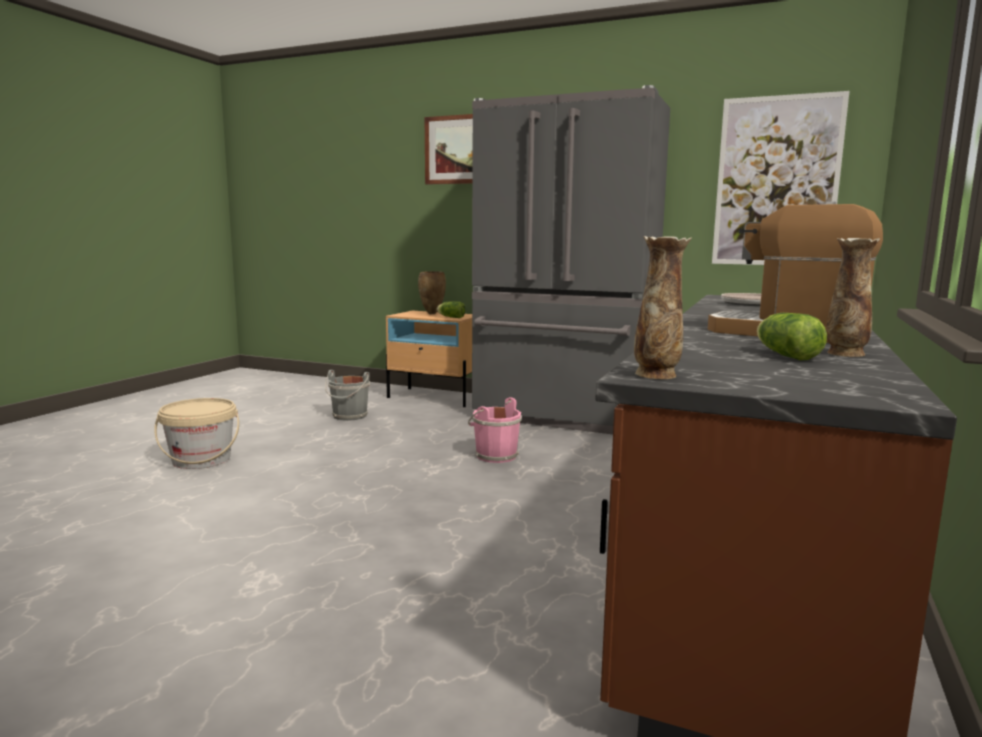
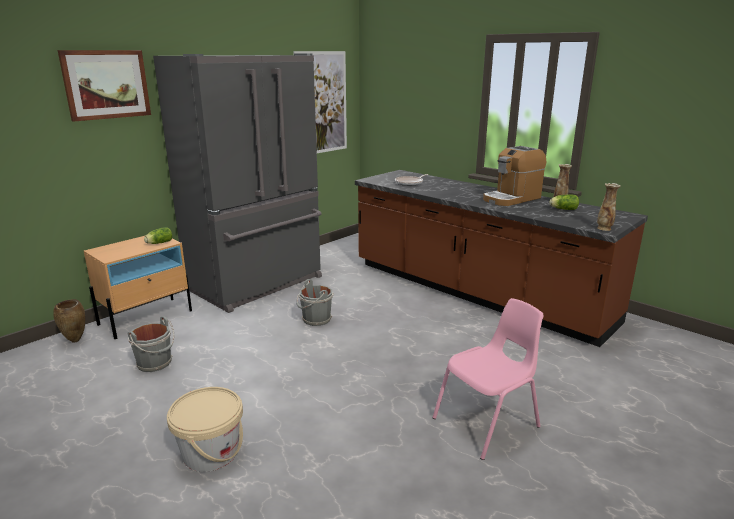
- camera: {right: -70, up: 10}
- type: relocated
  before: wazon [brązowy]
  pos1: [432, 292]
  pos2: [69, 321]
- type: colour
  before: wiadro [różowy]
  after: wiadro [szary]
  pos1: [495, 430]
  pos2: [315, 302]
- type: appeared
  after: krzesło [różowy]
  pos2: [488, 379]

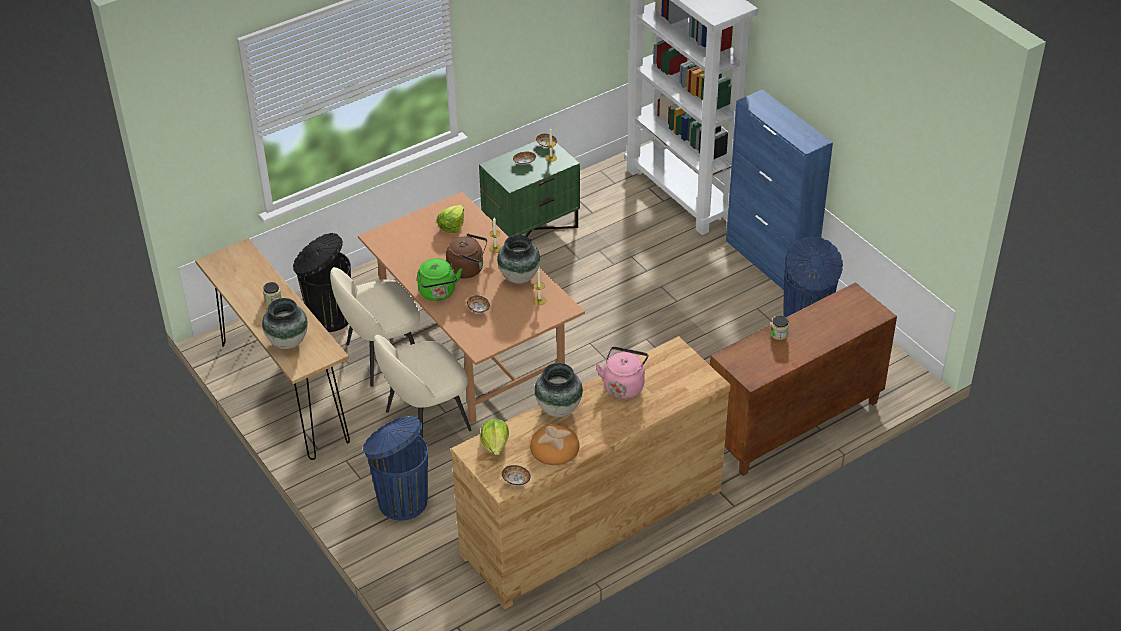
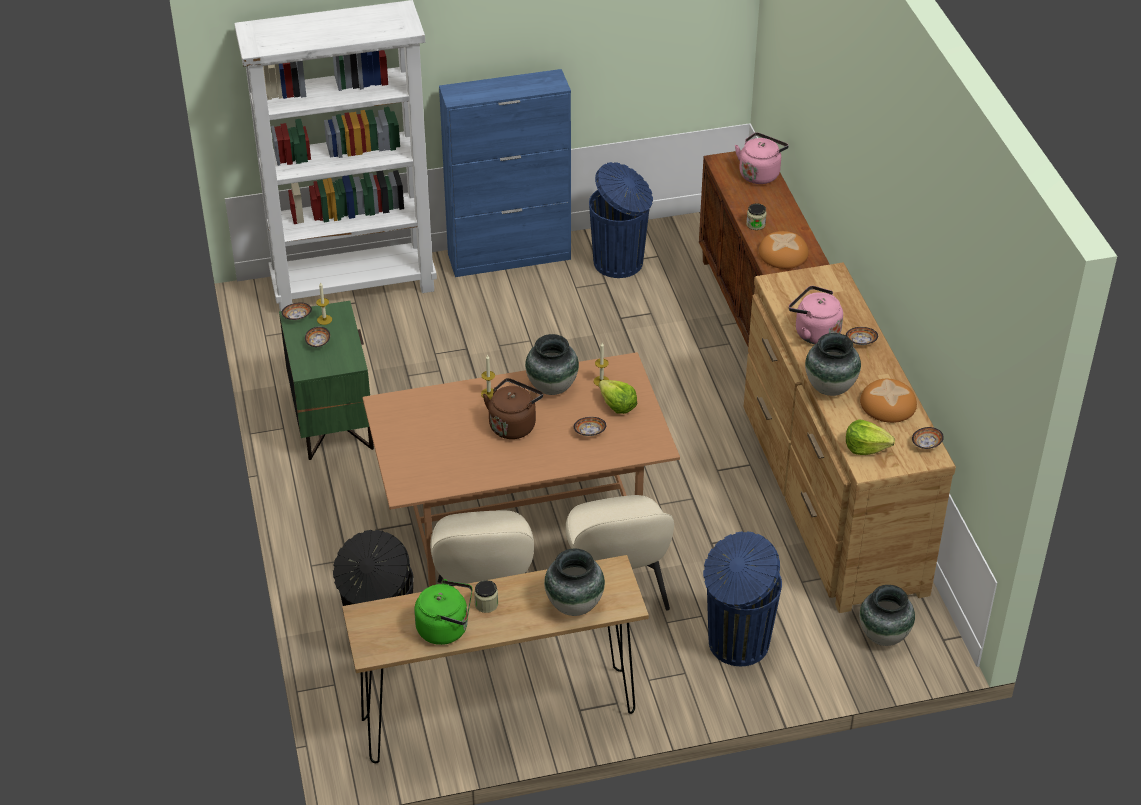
- camera: {right: -70, up: 0}
- type: relocated
  before: sałata
  pos1: [450, 219]
  pos2: [618, 397]
- type: relocated
  before: czajnik [zielony]
  pos1: [439, 279]
  pos2: [443, 612]
- type: appeared
  after: czajnik [różowy]
  pos2: [762, 158]
- type: appeared
  after: chleb
  pos2: [784, 250]
- type: appeared
  after: miska
  pos2: [862, 336]
- type: appeared
  after: wazon
  pos2: [887, 615]

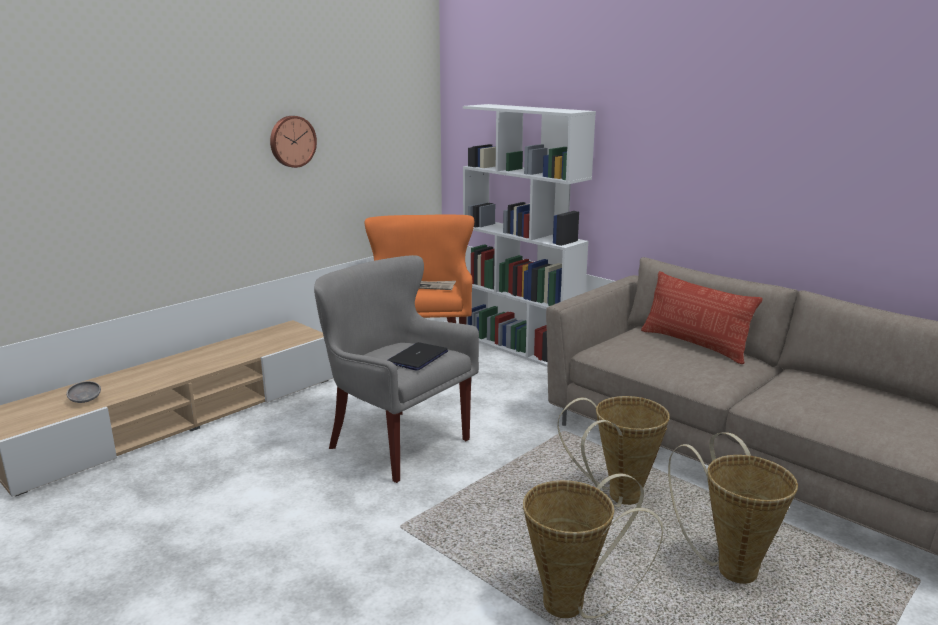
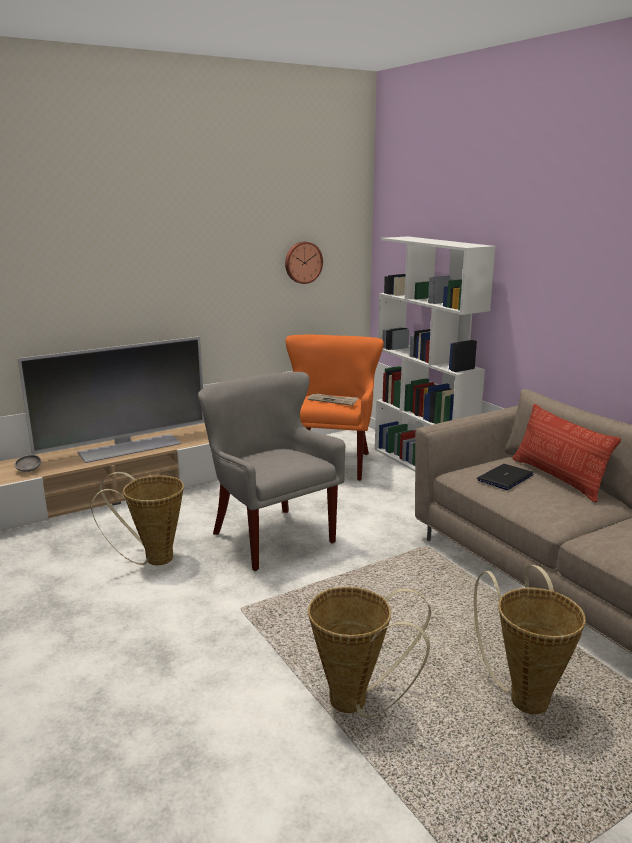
- camera: {right: 15, up: 0}
- type: relocated
  before: zegar ścienny
  pos1: [293, 142]
  pos2: [304, 263]
- type: relocated
  before: laptop
  pos1: [418, 356]
  pos2: [505, 477]
- type: relocated
  before: koszyk
  pos1: [614, 451]
  pos2: [137, 518]
- type: appeared
  after: telewizor
  pos2: [111, 399]

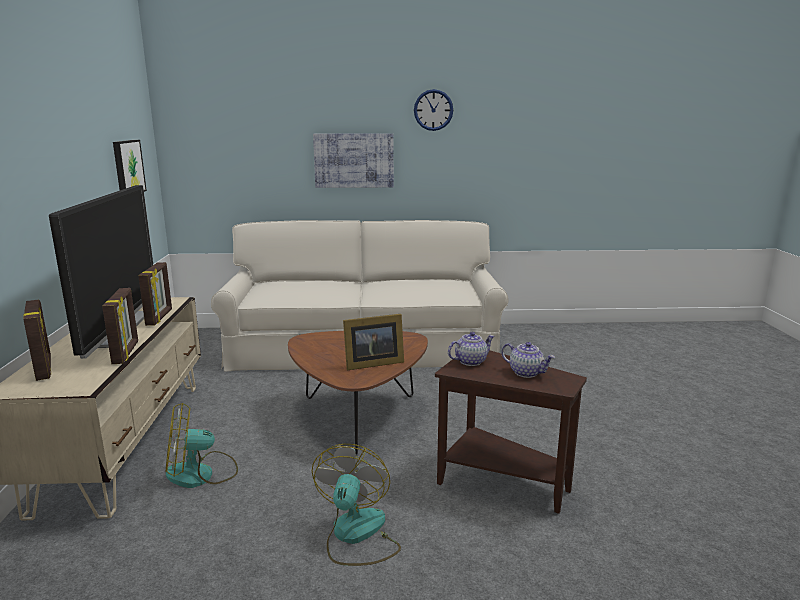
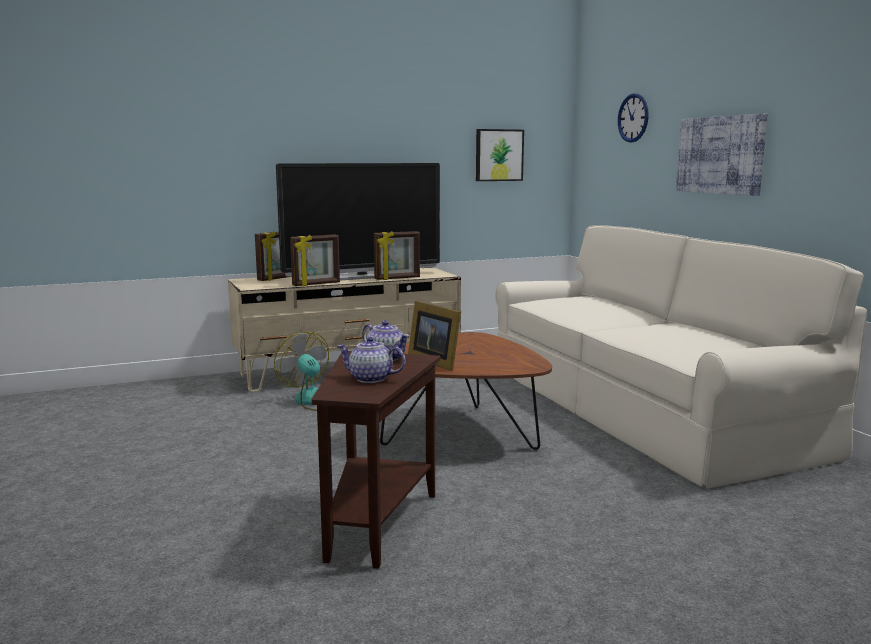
- camera: {right: 70, up: -5}
- type: relocated
  before: zegar ścienny
  pos1: [433, 110]
  pos2: [633, 118]
- type: spun
  before: imbryk
  pos1: [528, 360]
  pos2: [371, 360]
  turn: 90
- type: missing
  before: wentylator
  pos1: [356, 505]

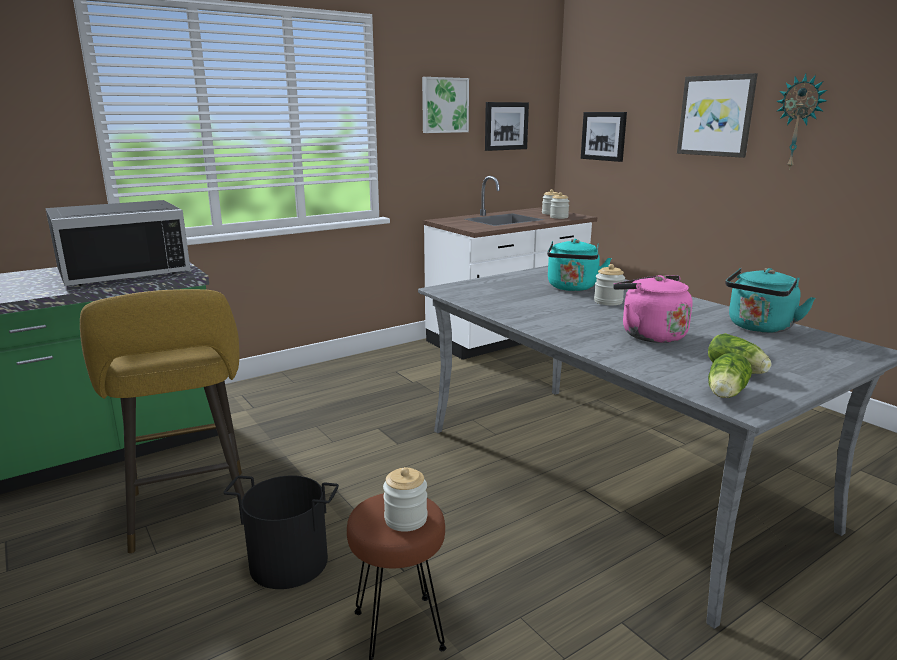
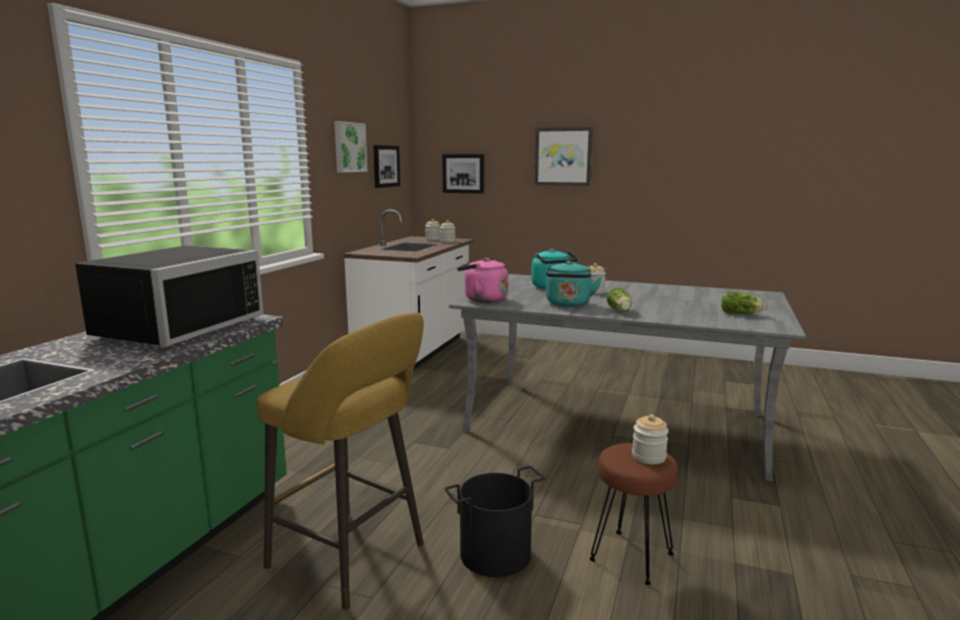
- camera: {right: -35, up: -5}
- type: missing
  before: zegar ścienny
  pos1: [801, 122]
- type: relocated
  before: czajnik [turkusowy]
  pos1: [770, 300]
  pos2: [574, 284]
- type: relocated
  before: czajnik [różowy]
  pos1: [653, 309]
  pos2: [482, 280]
- type: relocated
  before: sałata
  pos1: [730, 375]
  pos2: [619, 300]

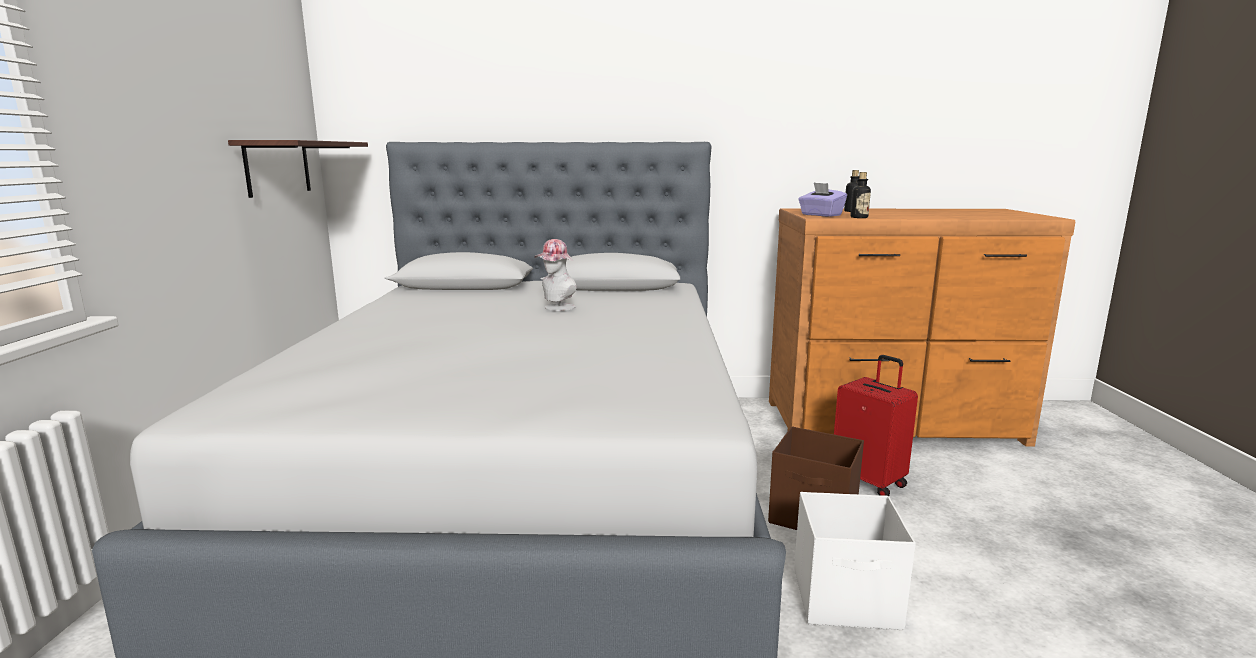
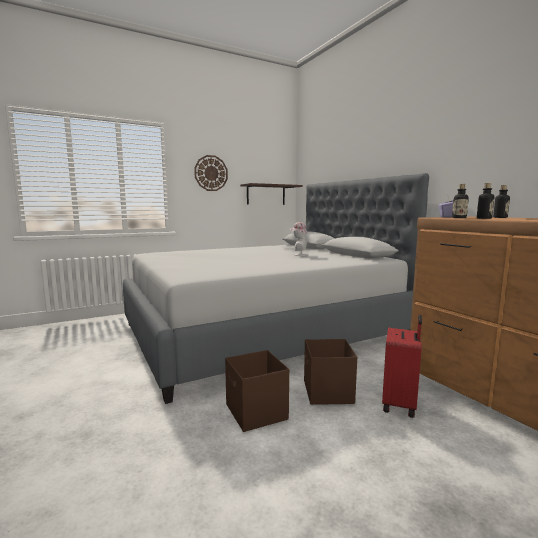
- camera: {right: 60, up: -5}
- type: colour
  before: pojemnik do przechowywania [biały]
  after: pojemnik do przechowywania [brązowy]
  pos1: [855, 561]
  pos2: [257, 391]
- type: appeared
  after: zegar ścienny
  pos2: [211, 173]
- type: appeared
  after: butelka
  pos2: [486, 201]

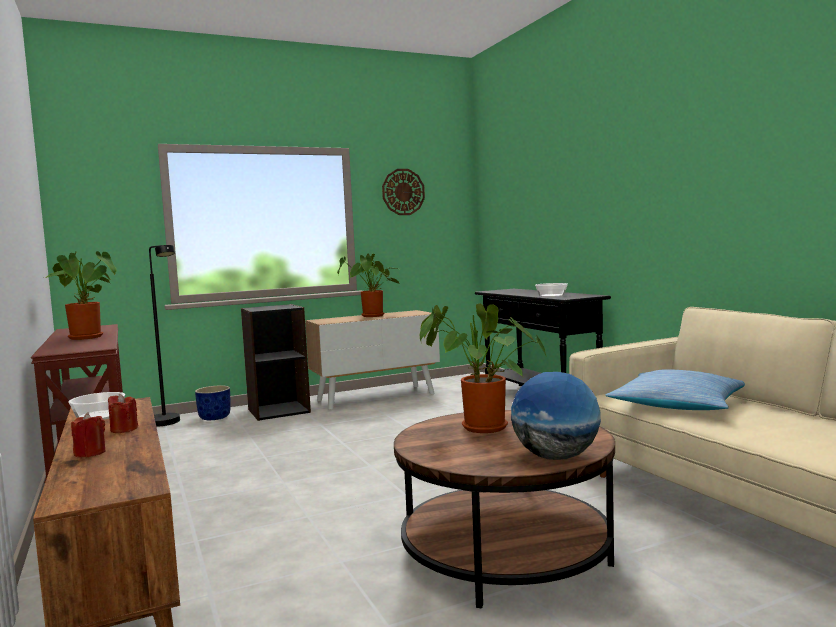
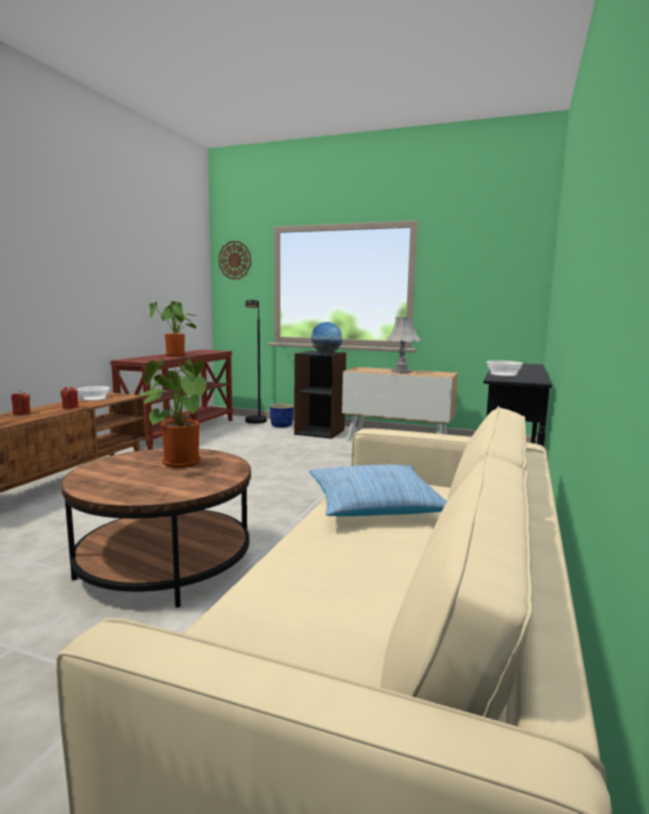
- camera: {right: 45, up: 5}
- type: relocated
  before: zegar ścienny
  pos1: [403, 192]
  pos2: [234, 260]
- type: exchanged
  before: roślina doniczkowa
  after: lampa stołowa [szary]
  pos1: [368, 285]
  pos2: [403, 345]
- type: relocated
  before: globus
  pos1: [556, 416]
  pos2: [326, 338]

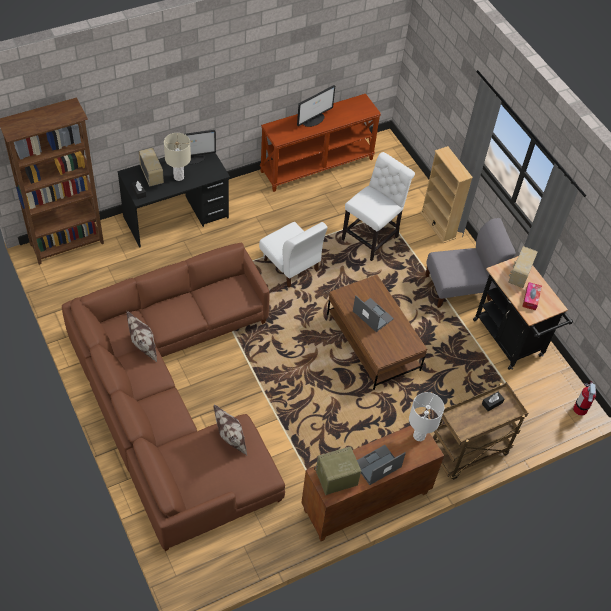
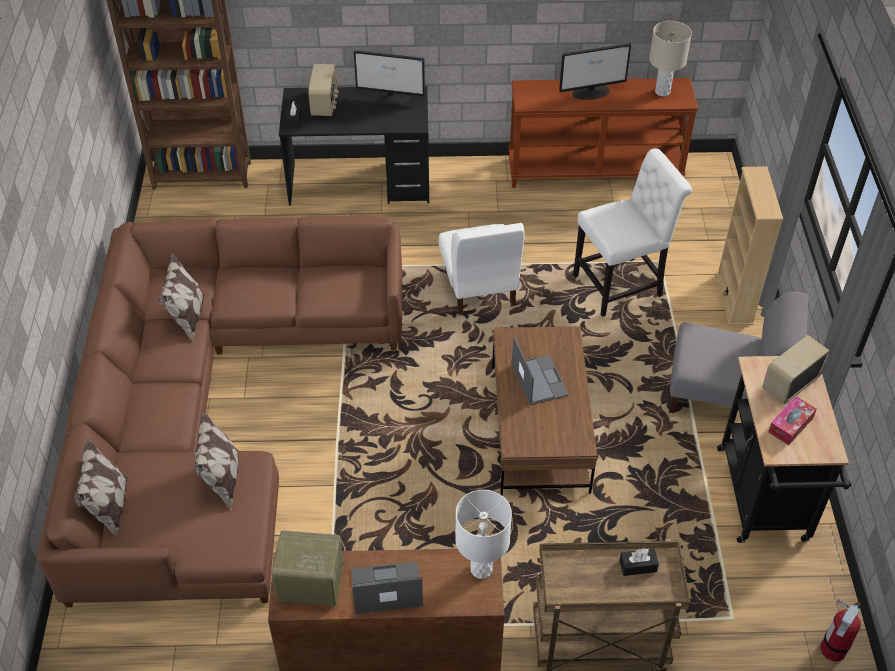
- camera: {right: 30, up: -5}
- type: relocated
  before: lampa stołowa [beżowy]
  pos1: [177, 157]
  pos2: [670, 58]
- type: appeared
  after: poduszka
  pos2: [101, 488]

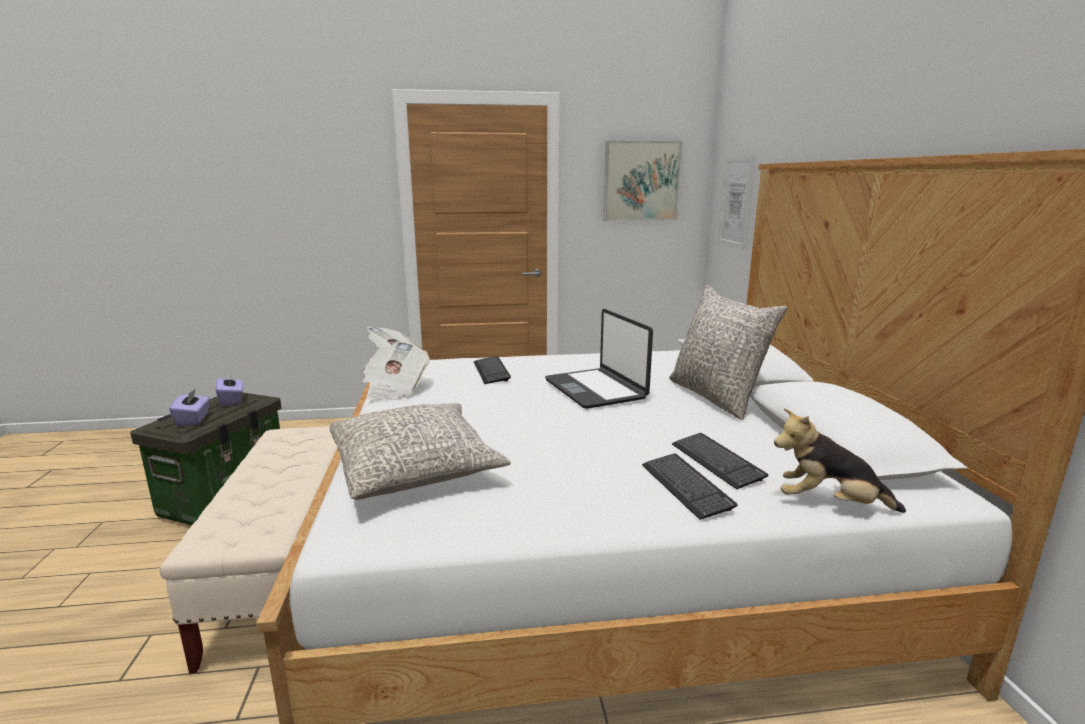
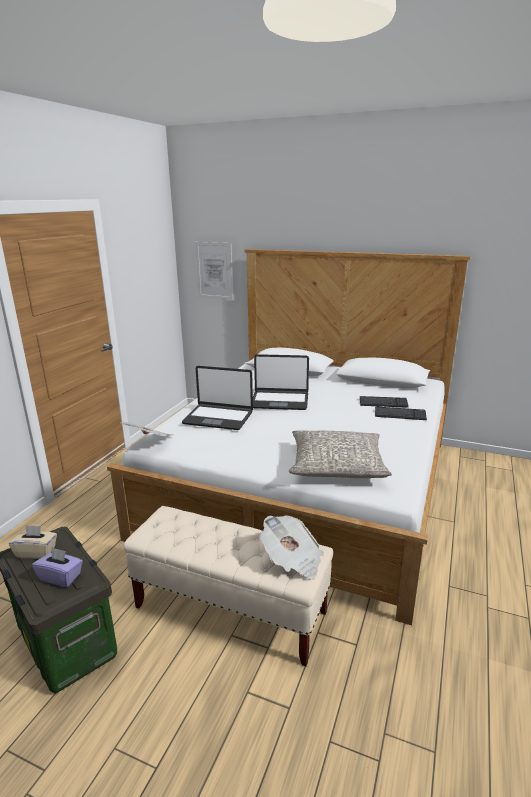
- camera: {right: -60, up: 5}
- type: missing
  before: obraz
  pos1: [642, 180]
- type: missing
  before: poduszka [szary]
  pos1: [728, 352]
- type: relocated
  before: gazeta
  pos1: [396, 371]
  pos2: [292, 547]
- type: exchanged
  before: klawiatura
  after: laptop
  pos1: [492, 370]
  pos2: [217, 398]
- type: colour
  before: pudełko chusteczek [fioletowy]
  after: pudełko chusteczek [beżowy]
  pos1: [229, 388]
  pos2: [33, 542]
- type: missing
  before: pluszak
  pos1: [840, 460]

